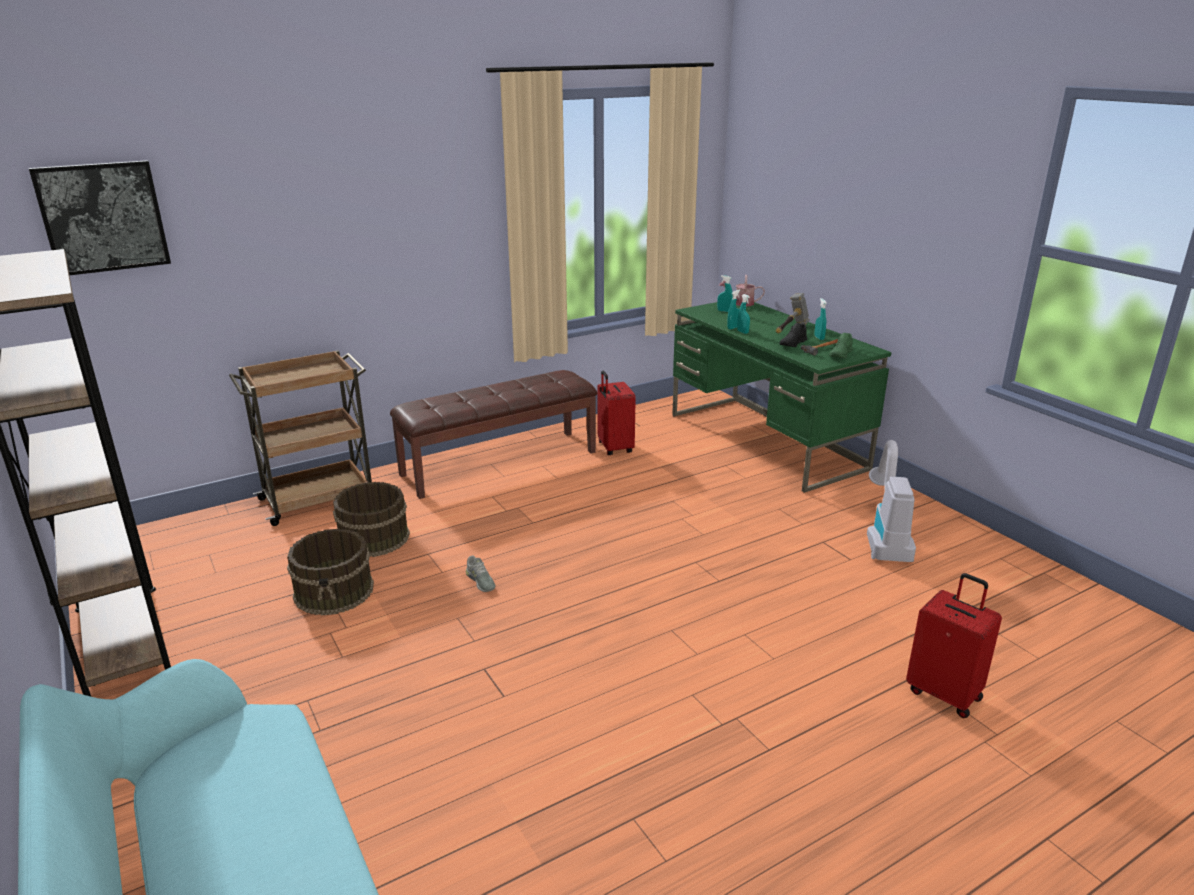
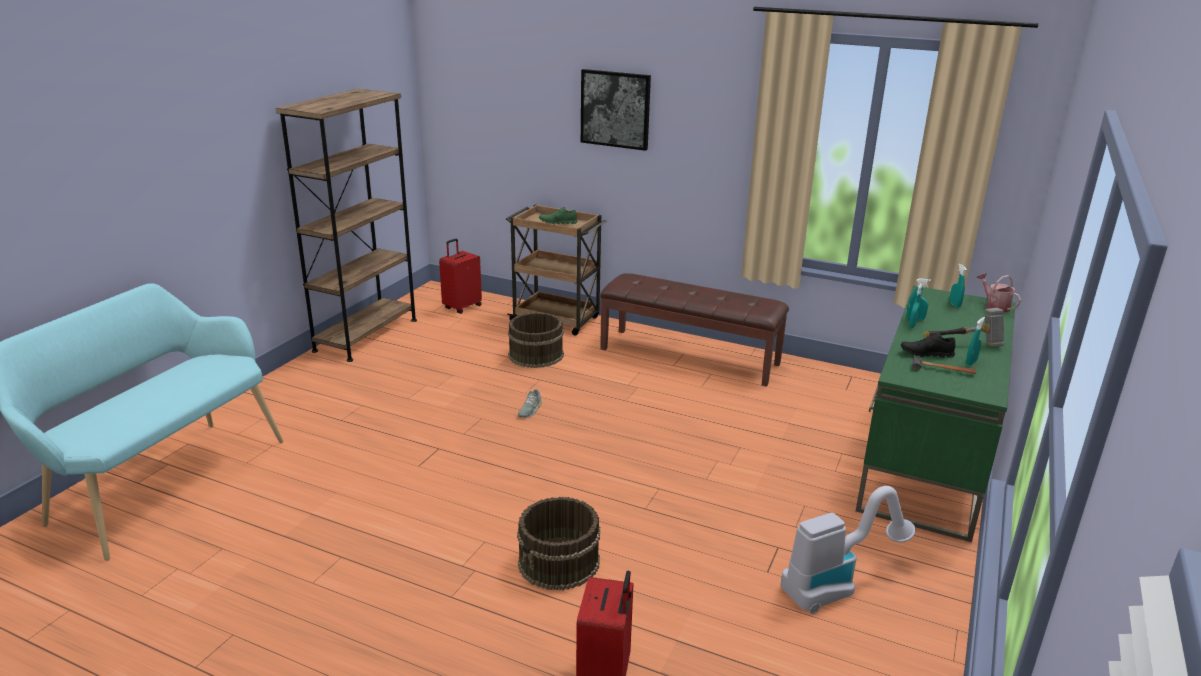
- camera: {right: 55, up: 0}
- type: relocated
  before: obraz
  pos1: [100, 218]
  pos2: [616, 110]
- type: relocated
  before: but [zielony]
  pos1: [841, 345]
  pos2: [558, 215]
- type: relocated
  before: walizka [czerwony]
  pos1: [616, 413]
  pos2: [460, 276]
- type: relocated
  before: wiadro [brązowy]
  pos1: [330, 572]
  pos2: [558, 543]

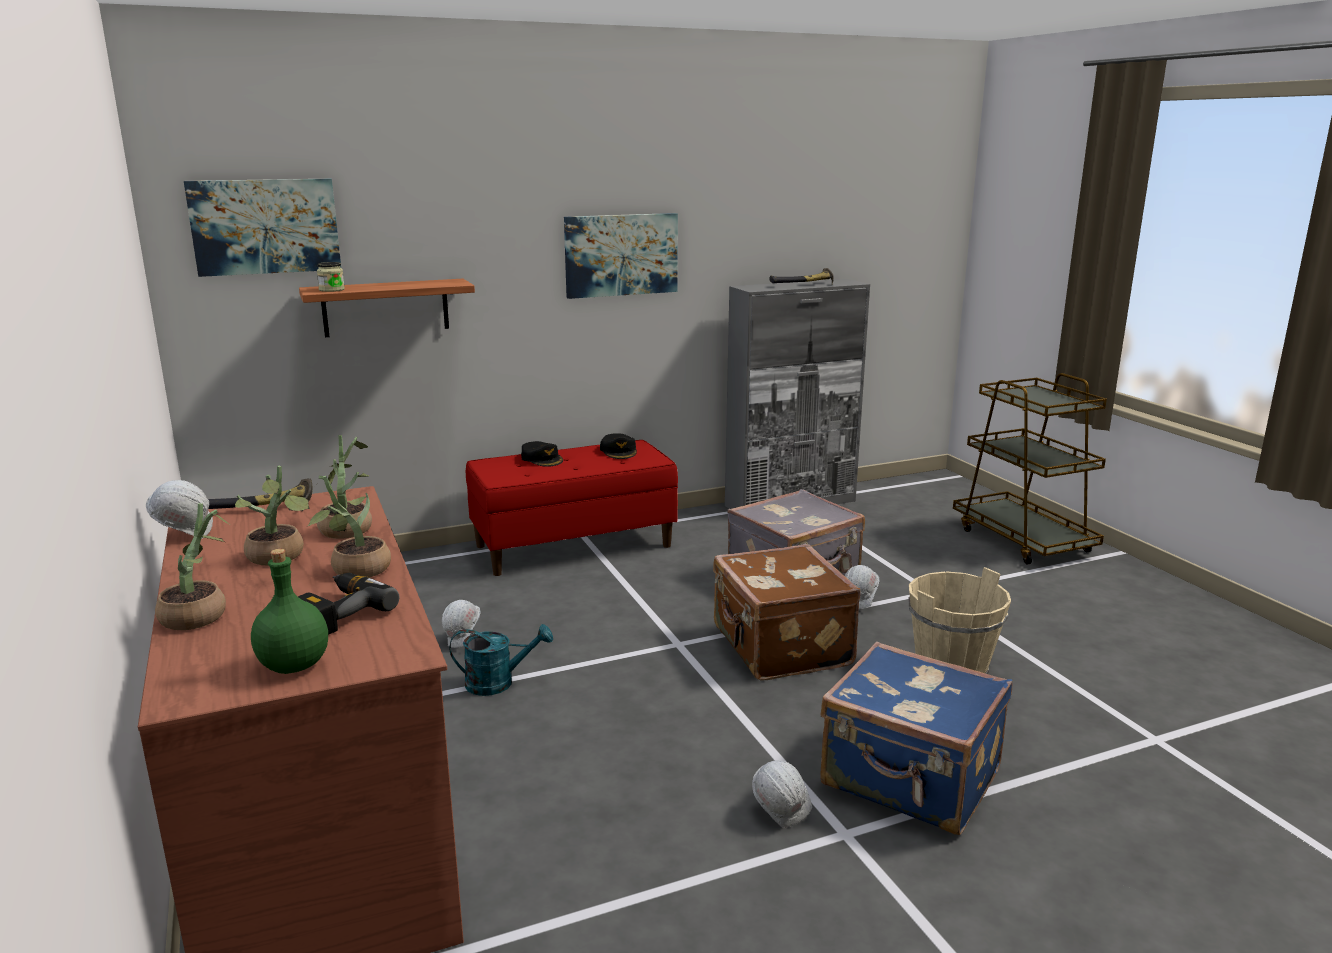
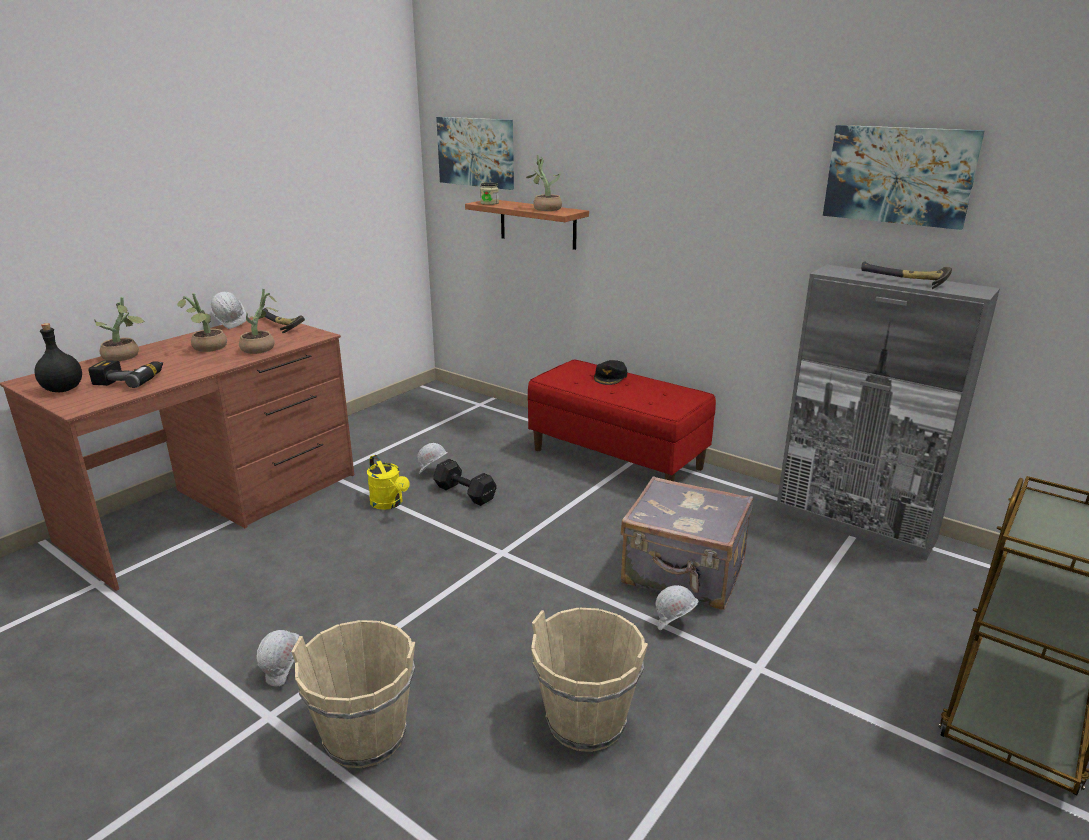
- camera: {right: 60, up: 5}
- type: relocated
  before: obraz
  pos1: [621, 256]
  pos2: [904, 177]
- type: missing
  before: czapka z daszkiem [czarny]
  pos1: [618, 446]
- type: relocated
  before: roślina doniczkowa
  pos1: [349, 526]
  pos2: [544, 183]
- type: missing
  before: walizka [brązowy]
  pos1: [787, 612]
- type: colour
  before: butelka [zielony]
  after: butelka [czarny]
  pos1: [289, 611]
  pos2: [58, 357]
- type: colour
  before: konewka [turkusowy]
  after: konewka [żółty]
  pos1: [501, 660]
  pos2: [388, 482]
- type: exchanged
  before: walizka [niebieski]
  after: wiadro [beżowy]
  pos1: [916, 738]
  pos2: [353, 694]
- type: appeared
  after: hantel [czarny]
  pos2: [465, 482]

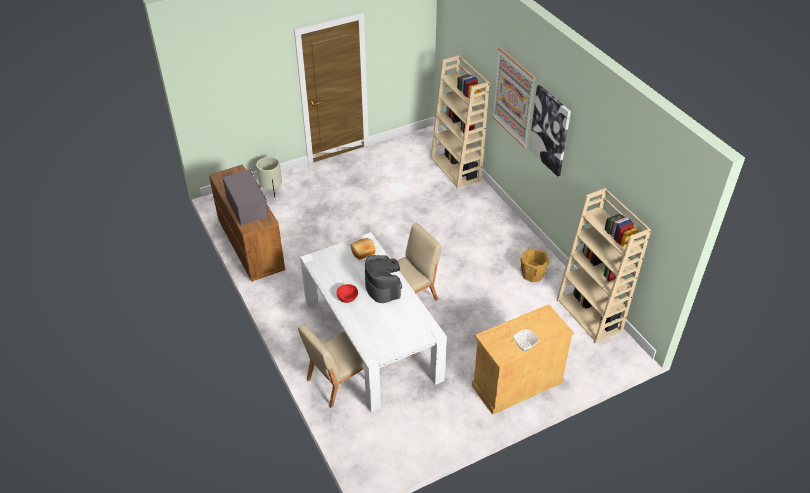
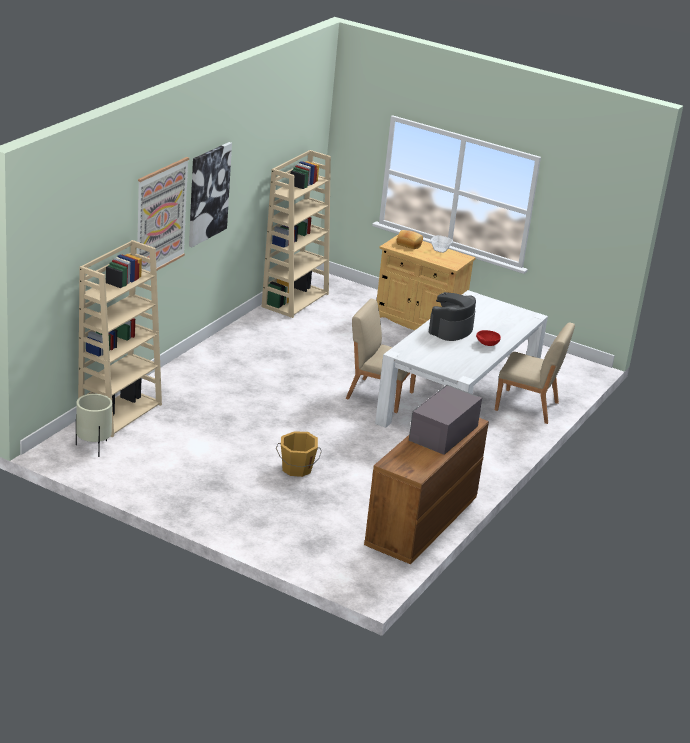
- camera: {right: -125, up: -15}
- type: relocated
  before: donica [beżowy]
  pos1: [269, 177]
  pos2: [94, 425]
- type: relocated
  before: chleb
  pos1: [363, 249]
  pos2: [410, 239]
- type: relocated
  before: wiadro [pomarańczowy]
  pos1: [535, 265]
  pos2: [299, 454]

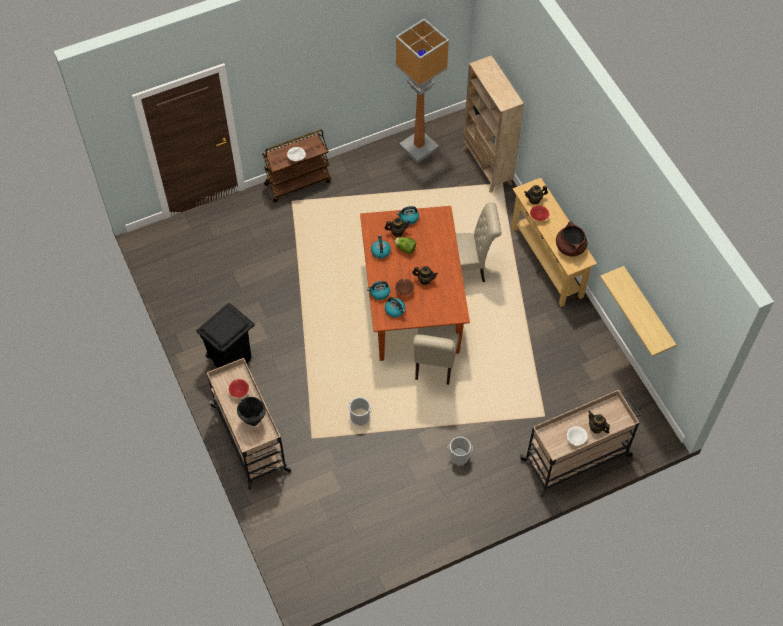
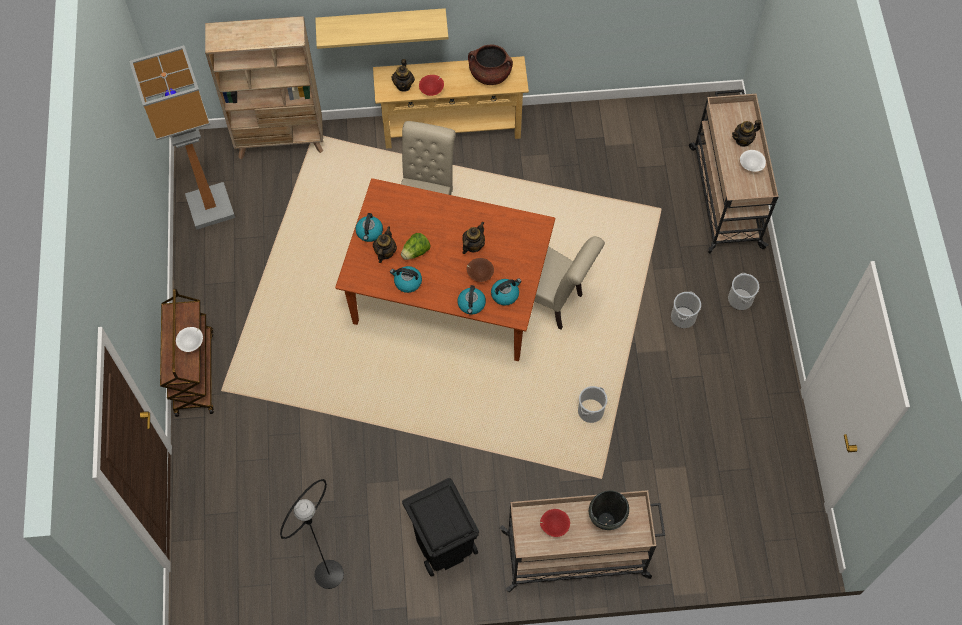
- camera: {right: -70, up: 5}
- type: relocated
  before: półka
  pos1: [638, 311]
  pos2: [381, 28]
- type: appeared
  after: wiadro
  pos2: [743, 291]
- type: appeared
  after: lampa stojąca [czarny]
  pos2: [312, 534]

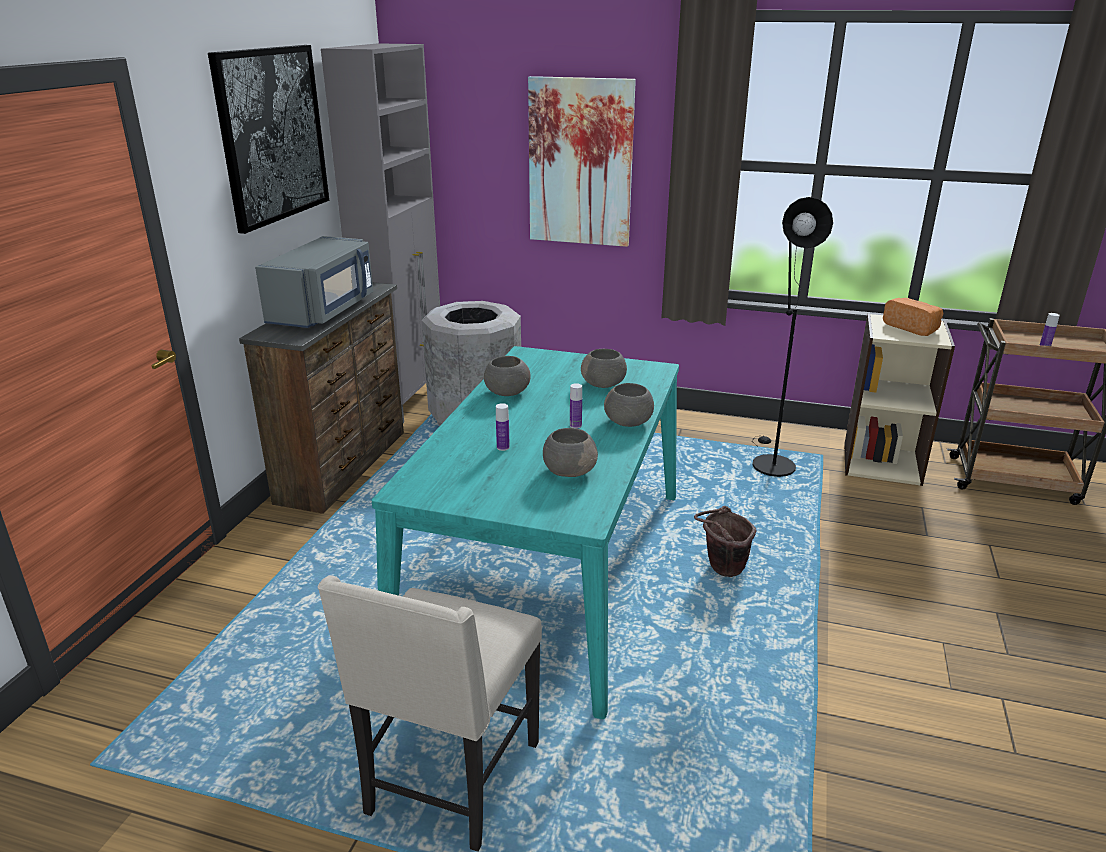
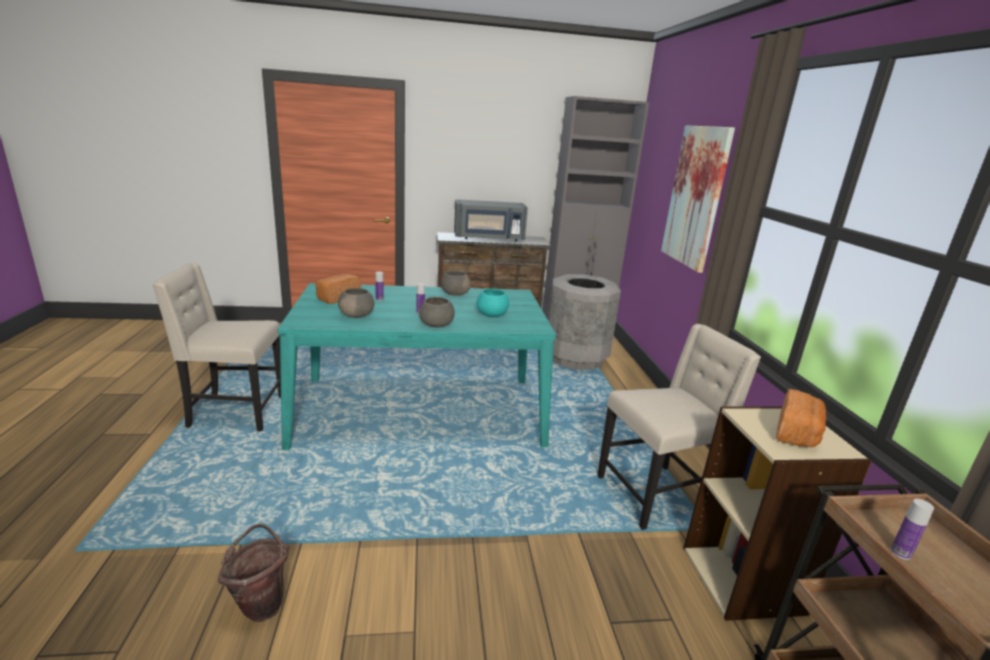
- camera: {right: 65, up: -5}
- type: missing
  before: obraz
  pos1: [268, 139]
- type: exchanged
  before: lampa stojąca [czarny]
  after: krzesło [beżowy]
  pos1: [792, 337]
  pos2: [679, 427]
- type: colour
  before: miska [szary]
  after: miska [turkusowy]
  pos1: [604, 368]
  pos2: [493, 303]
- type: relocated
  before: wiadro [brązowy]
  pos1: [725, 541]
  pos2: [253, 573]
- type: appeared
  after: chleb
  pos2: [338, 289]

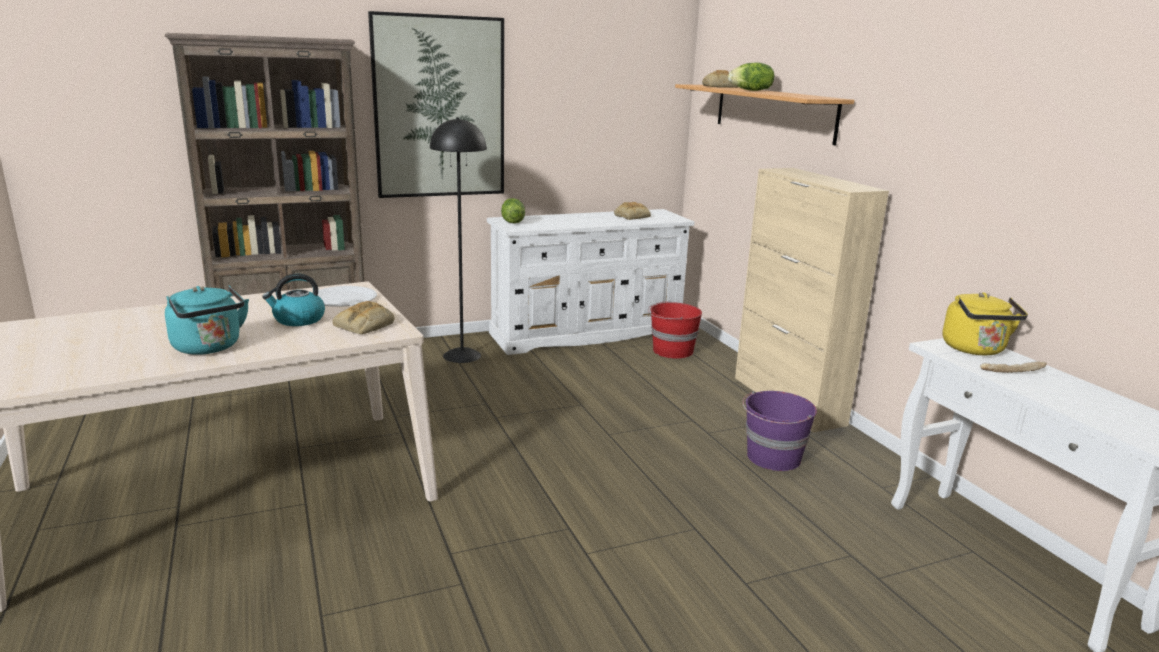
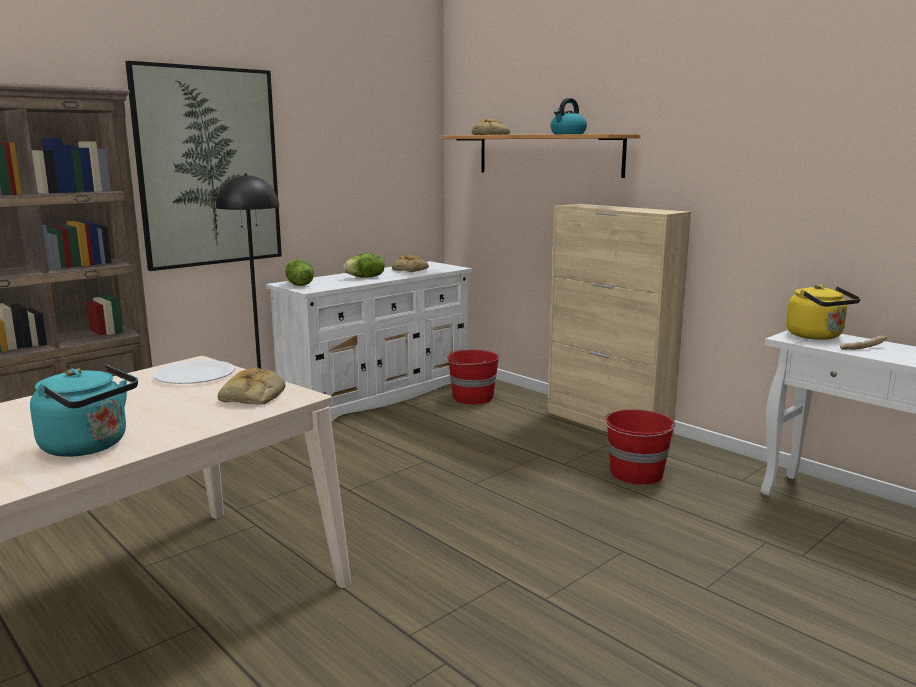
- camera: {right: -20, up: -5}
- type: relocated
  before: sałata
  pos1: [751, 76]
  pos2: [364, 265]
- type: relocated
  before: czajnik
  pos1: [293, 300]
  pos2: [568, 116]
- type: colour
  before: wiadro [fioletowy]
  after: wiadro [czerwony]
  pos1: [780, 431]
  pos2: [639, 447]

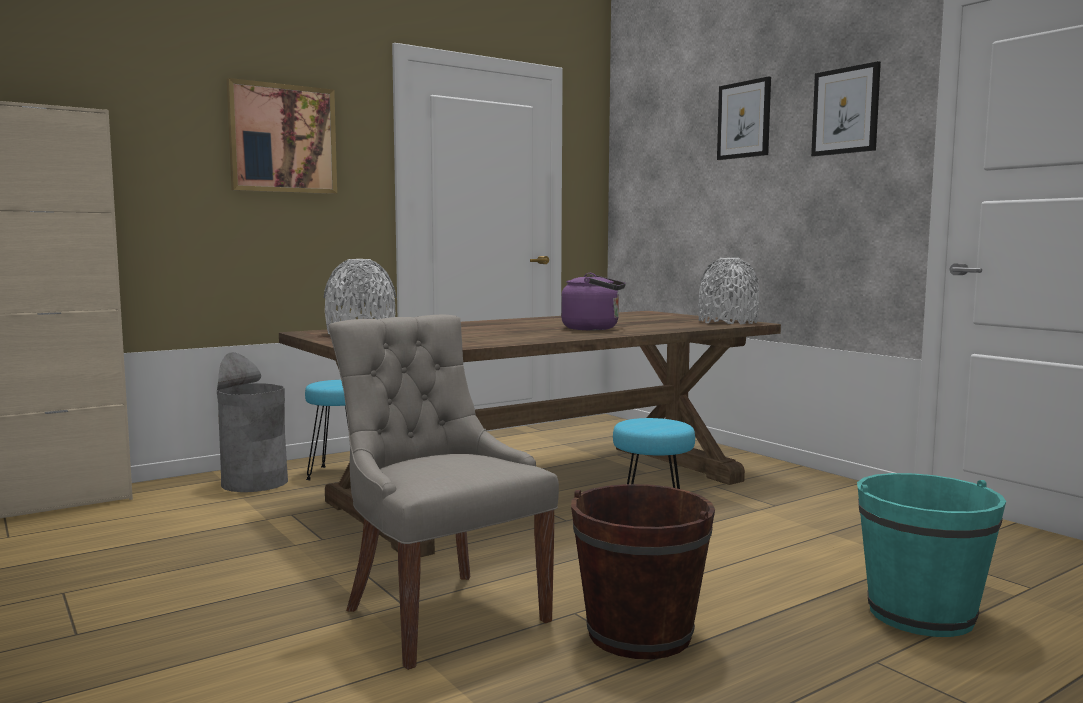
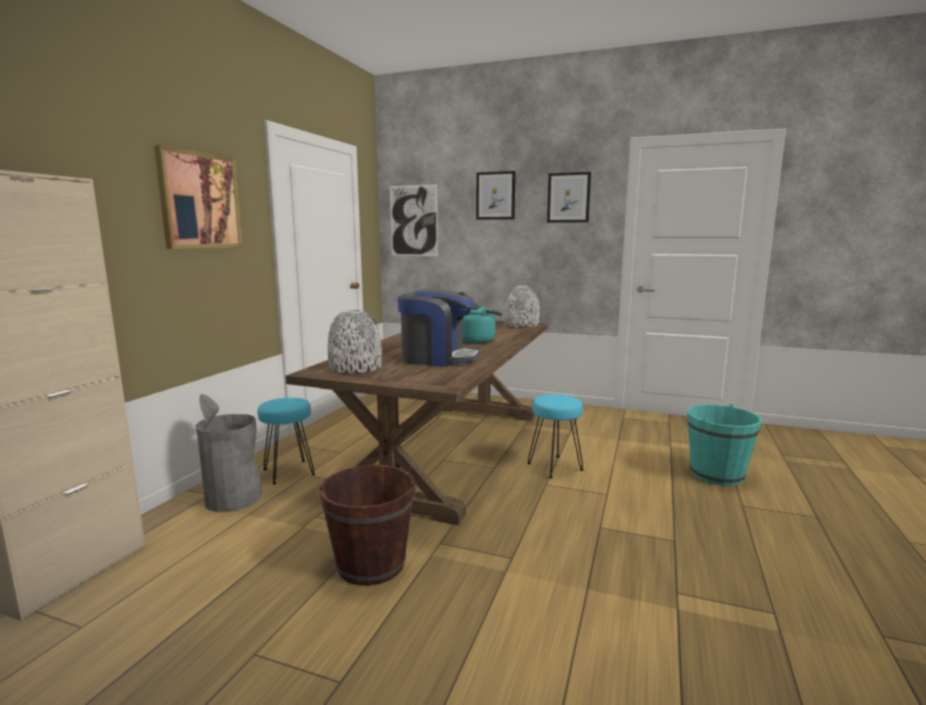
- camera: {right: -35, up: 5}
- type: colour
  before: czajnik [fioletowy]
  after: czajnik [turkusowy]
  pos1: [593, 301]
  pos2: [482, 324]
- type: missing
  before: krzesło [szary]
  pos1: [444, 492]
- type: relocated
  before: wiadro [brązowy]
  pos1: [643, 571]
  pos2: [367, 525]
- type: appeared
  after: obraz
  pos2: [414, 220]
- type: appeared
  after: ekspres do kawy
  pos2: [439, 328]

